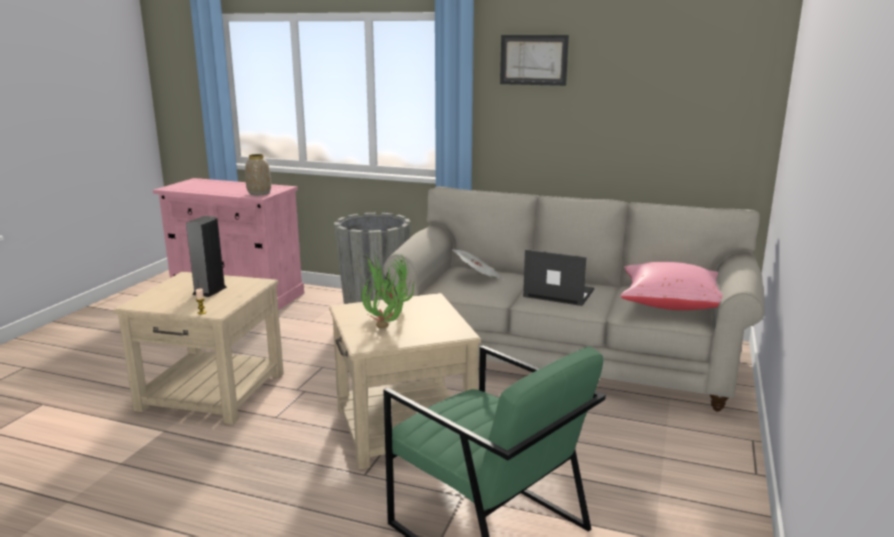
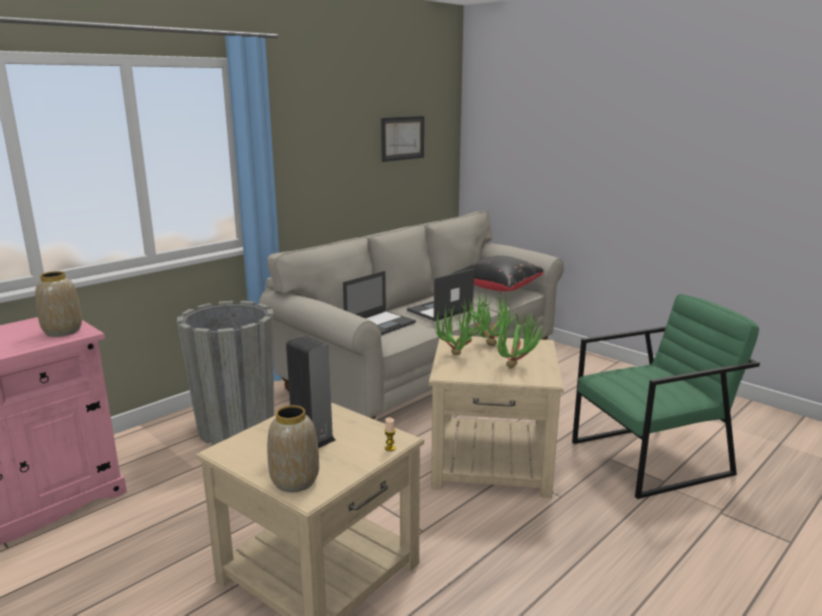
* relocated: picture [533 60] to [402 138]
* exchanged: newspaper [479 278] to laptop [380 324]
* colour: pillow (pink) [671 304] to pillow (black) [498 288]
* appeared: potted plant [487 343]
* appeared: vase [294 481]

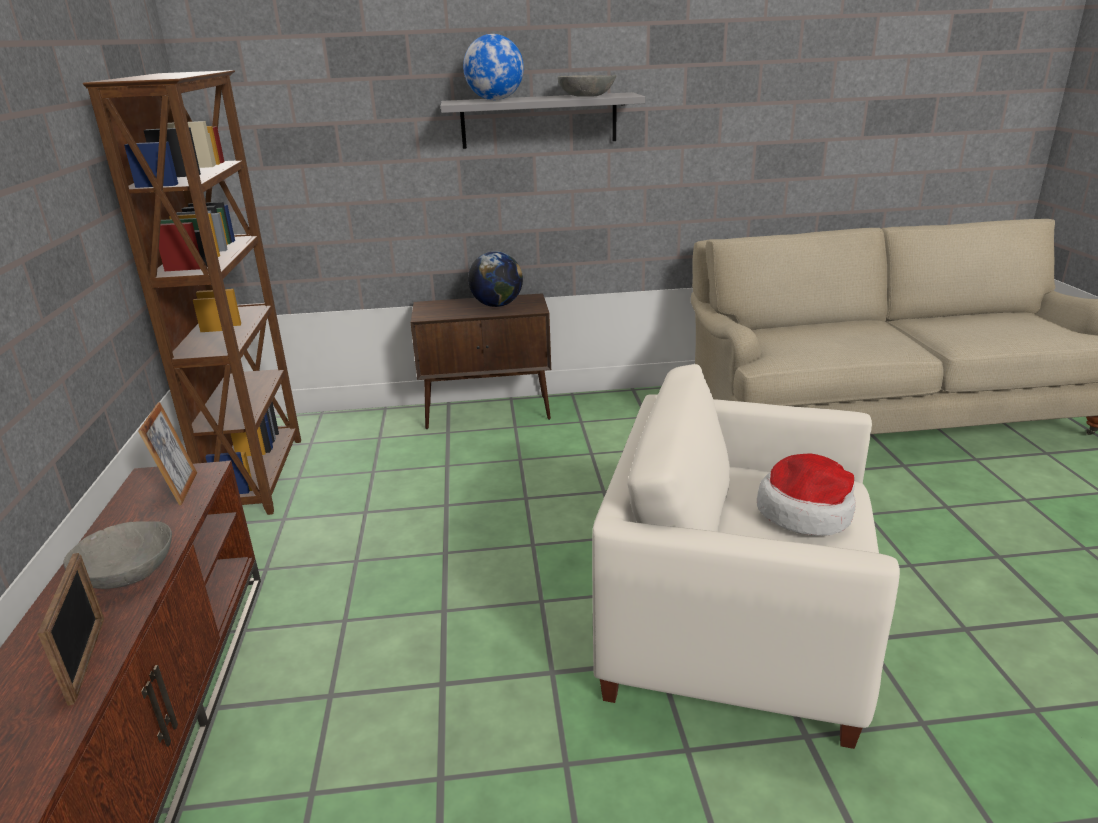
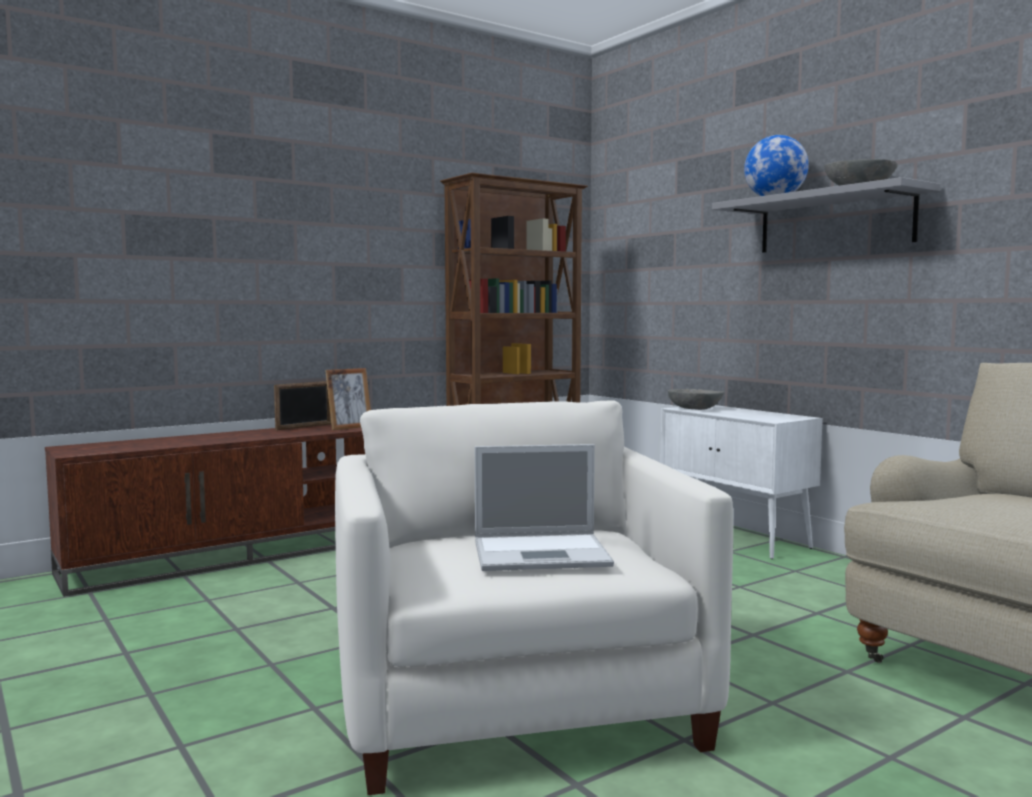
* missing: globe [497 305]
* colour: cabinet (brown) [488 412] to cabinet (white) [736 538]
* exchanged: hat [806 512] to laptop [543 553]
* relocated: bowl (grey) [127 573] to [694 408]
* relocated: picture frame [87 659] to [304 427]

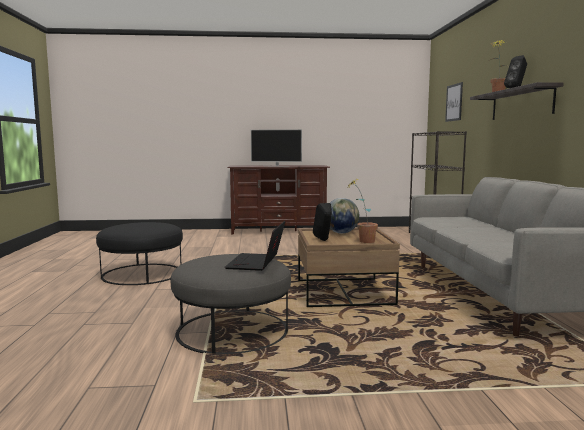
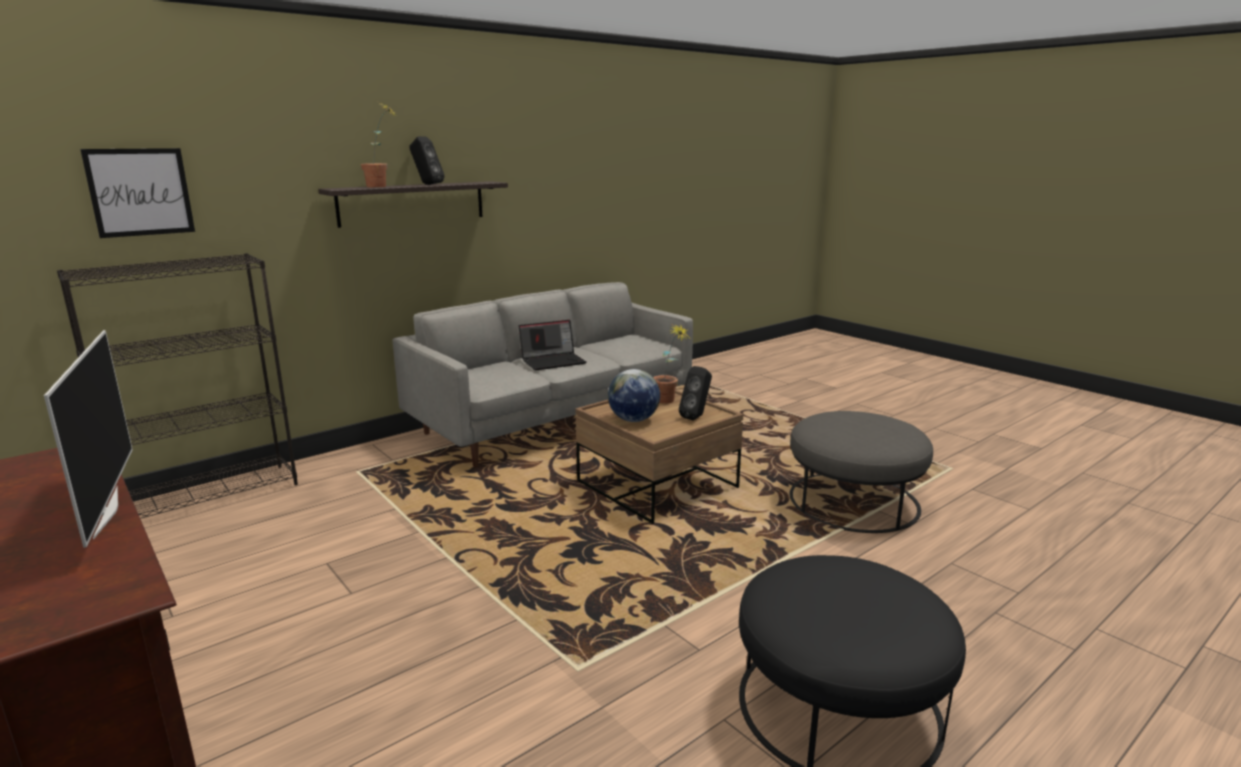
* relocated: laptop [257 263] to [553 361]

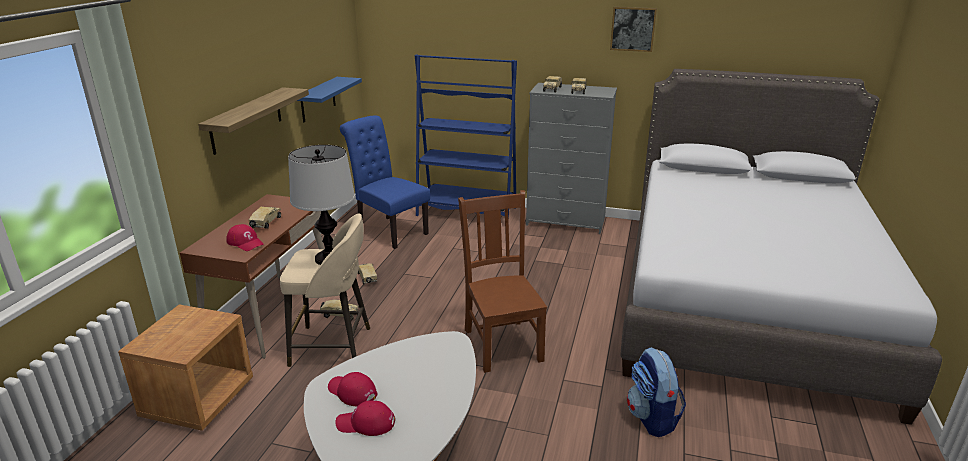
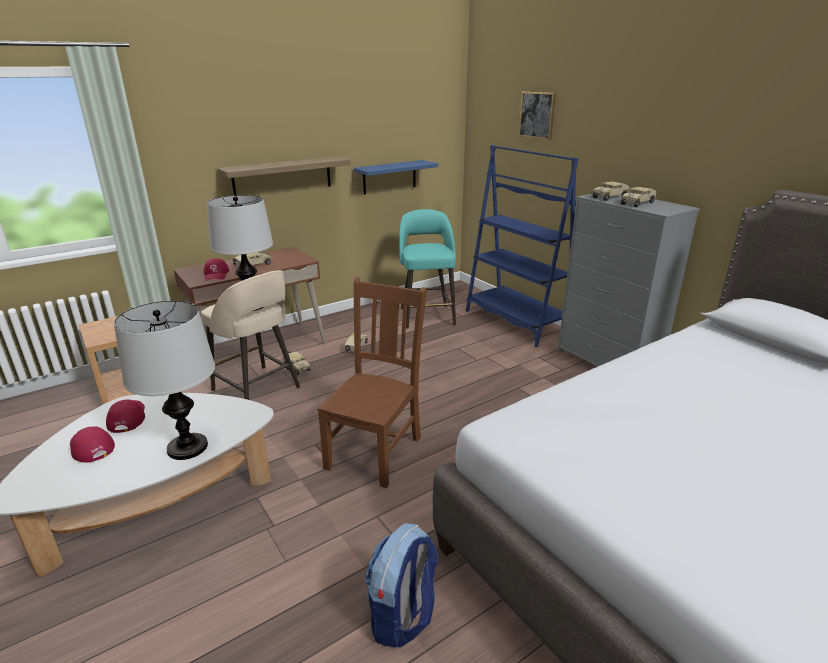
* relocated: picture [633 29] to [537 115]
* exchanged: chair (blue) [389 230] to stool (turquoise) [427 315]
* appeared: table lamp [187 448]

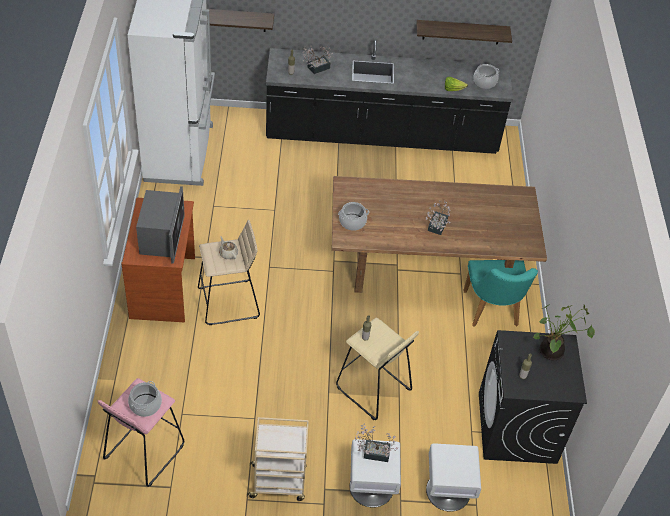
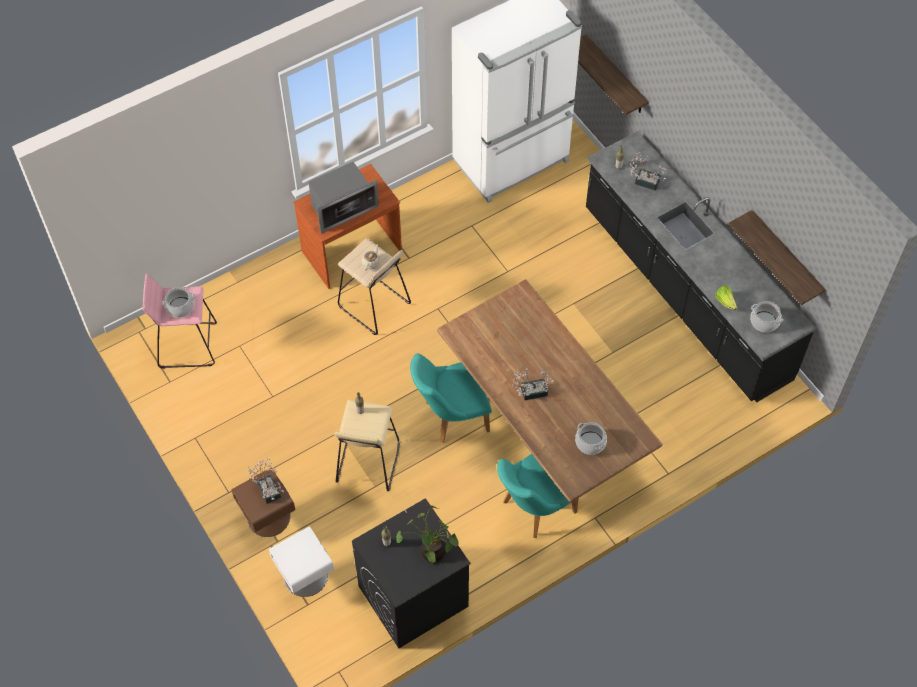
* relocated: cooking pot [352 222] to [590 443]
* missing: cart (beige) [279 482]
* colour: nightstand (white) [371 488] to nightstand (brown) [268 517]
* appeared: chair (turquoise) [450 417]

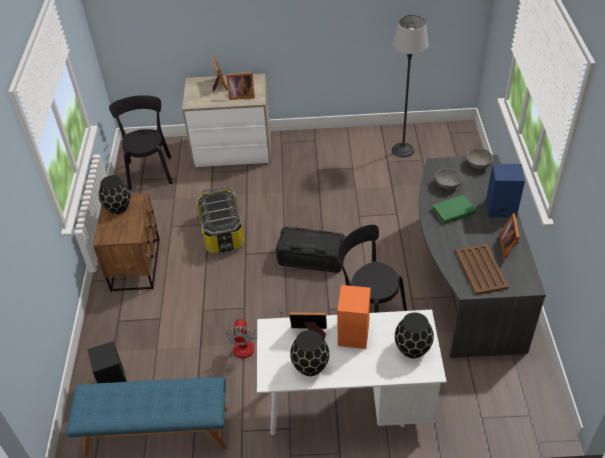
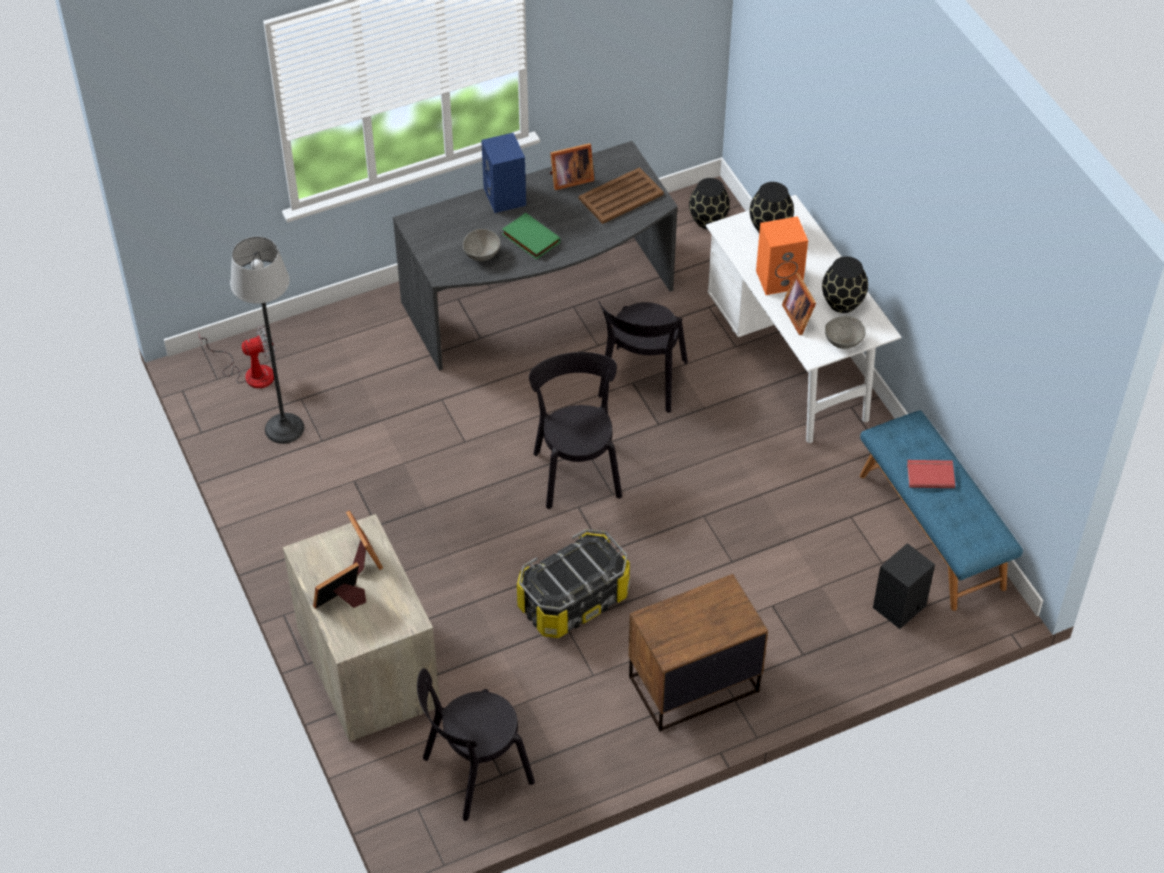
* relocated: bowl (grey) [478 165] to [843 341]
* relocated: vase (black) [117 207] to [708 220]
* exchanged: storage box (black) [311 258] to chair (black) [577 470]
* relocated: fan [250 344] to [250 373]
* appeared: book (red) [930 474]

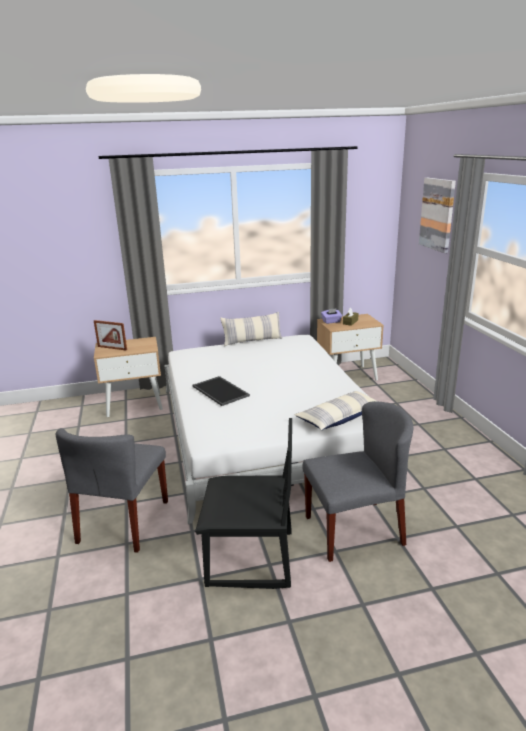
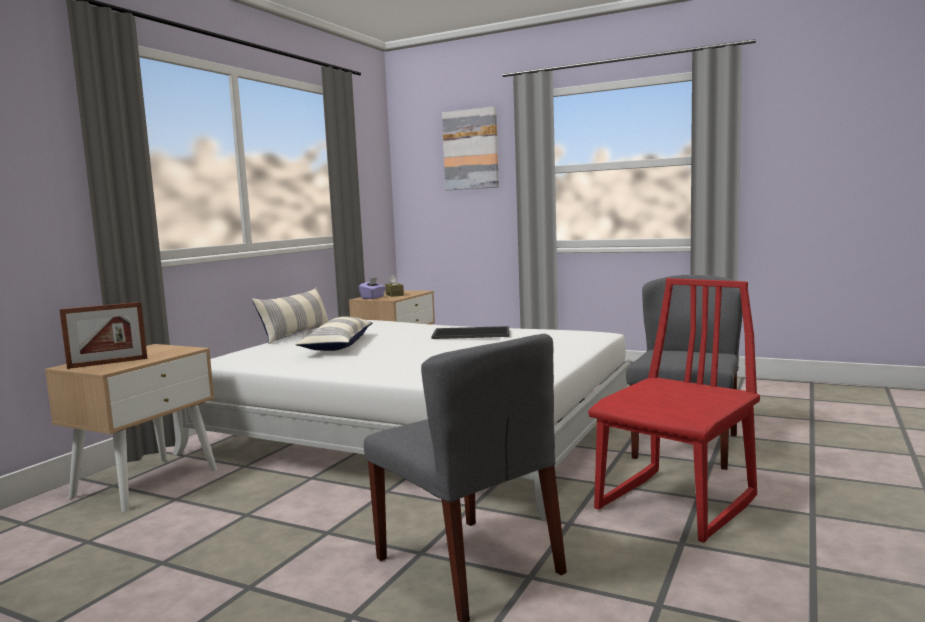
* relocated: tray [221 391] to [472 333]
* relocated: pillow [339 418] to [338 345]
* colour: chair (black) [250 560] to chair (red) [677 505]

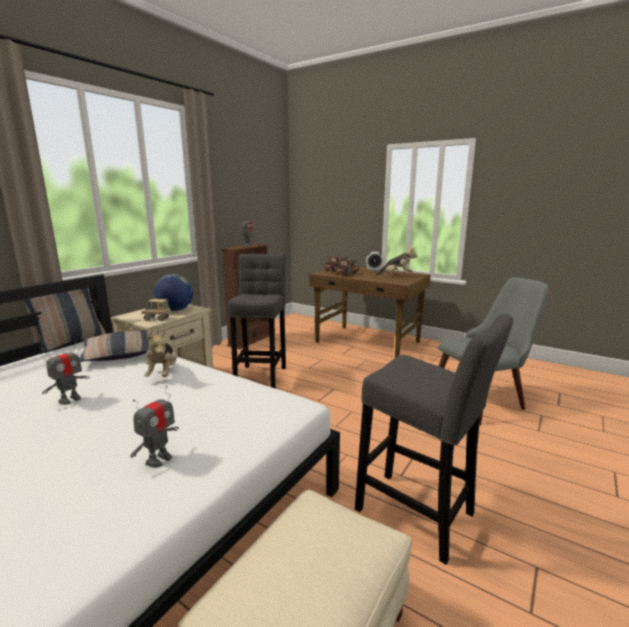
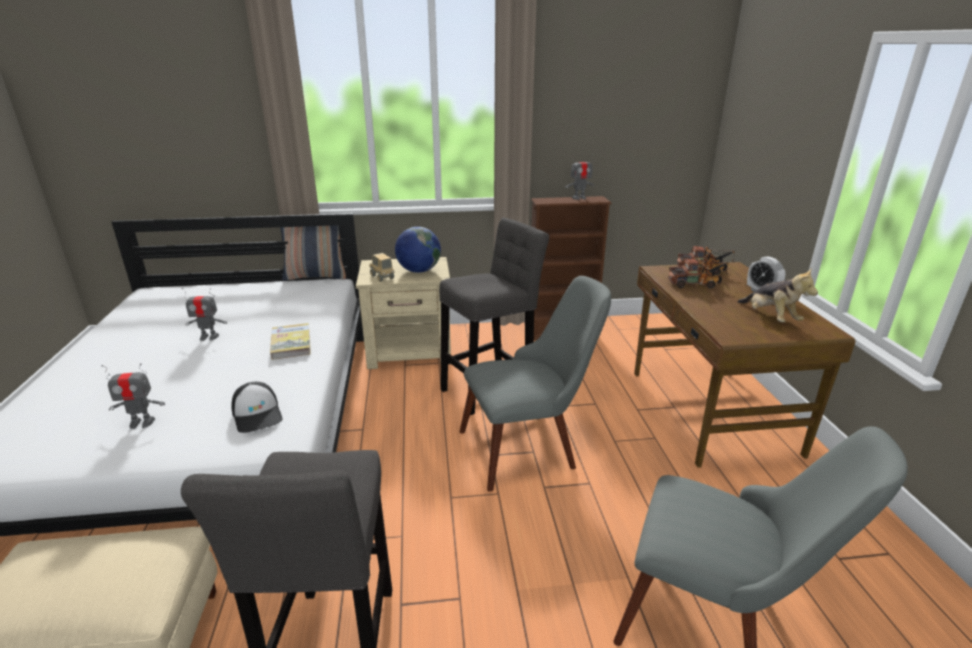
* missing: pillow [120 354]
* exchanged: plush toy [163 373] to book [291 343]
* appeared: chair (grey) [530 446]
* appeared: cap [258 414]

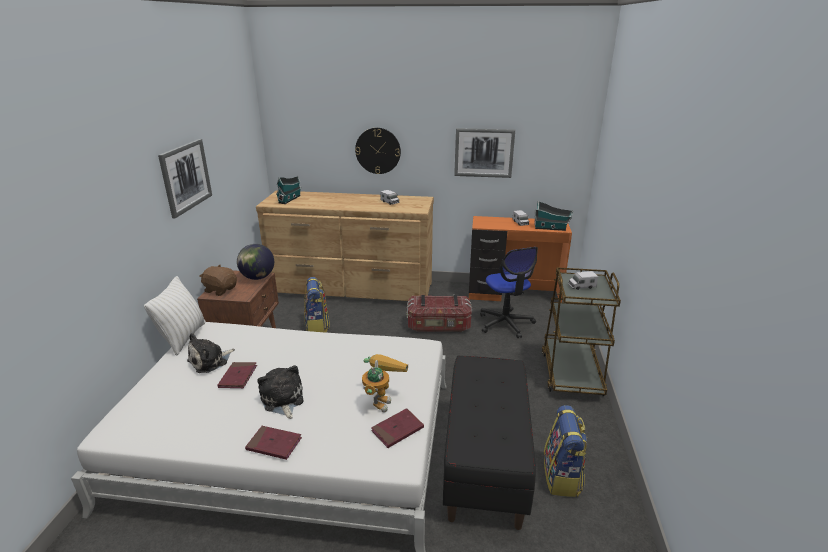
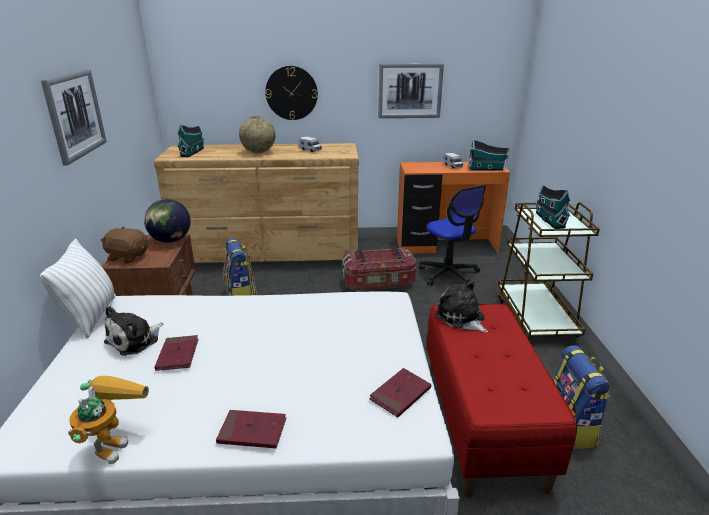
* exchanged: toy truck [581 286] to toy house [549 219]
* relocated: toy robot [381 399] to [113 441]
* colour: bench (black) [484 461] to bench (red) [481 421]
* relocated: plush toy [282 400] to [461 318]
* appeared: globe [258 152]

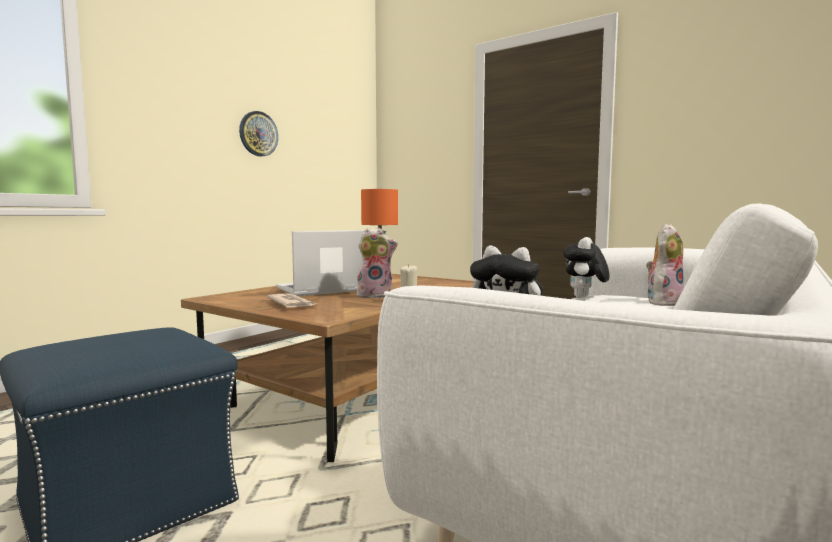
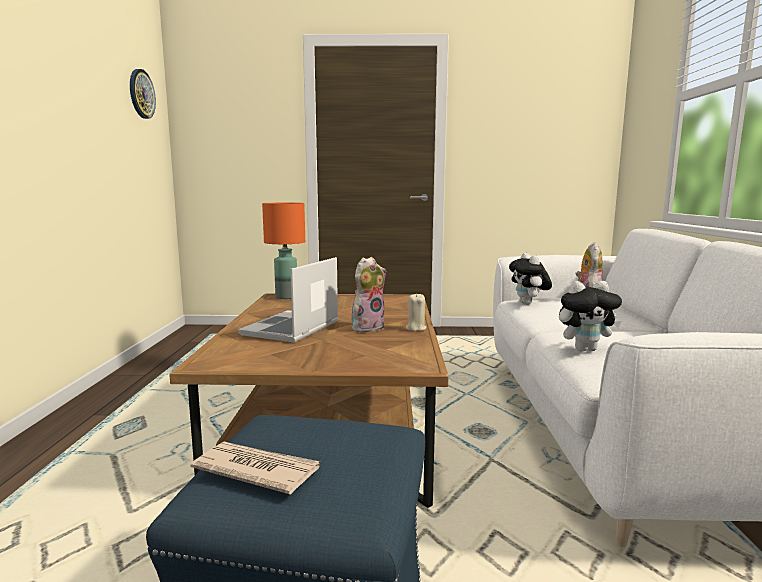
* relocated: wall clock [258 134] to [141 94]
* relocated: newspaper [292 304] to [256 470]

